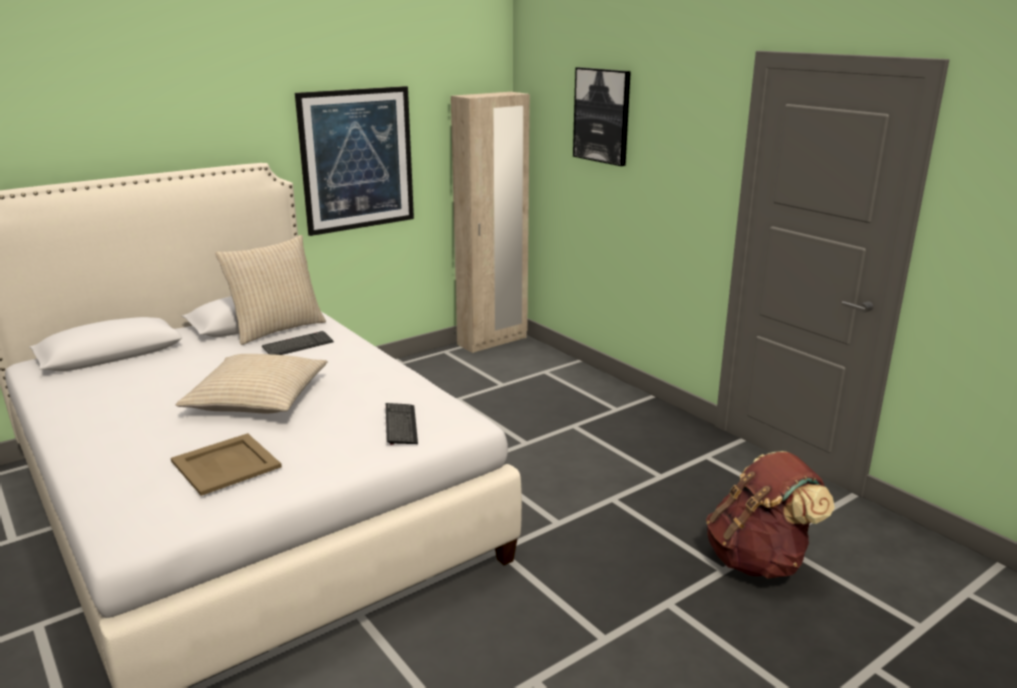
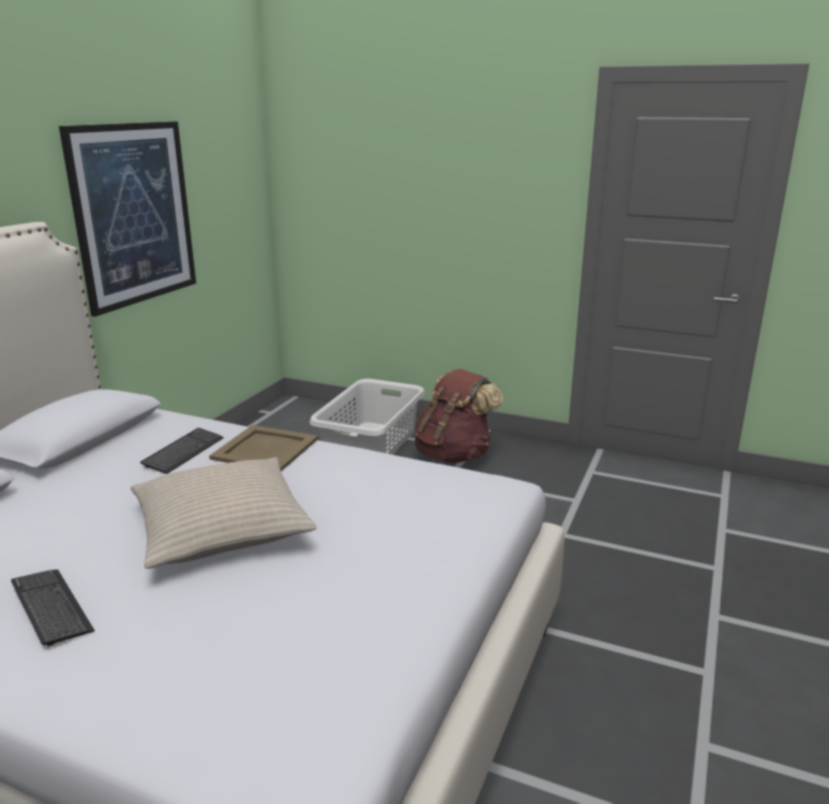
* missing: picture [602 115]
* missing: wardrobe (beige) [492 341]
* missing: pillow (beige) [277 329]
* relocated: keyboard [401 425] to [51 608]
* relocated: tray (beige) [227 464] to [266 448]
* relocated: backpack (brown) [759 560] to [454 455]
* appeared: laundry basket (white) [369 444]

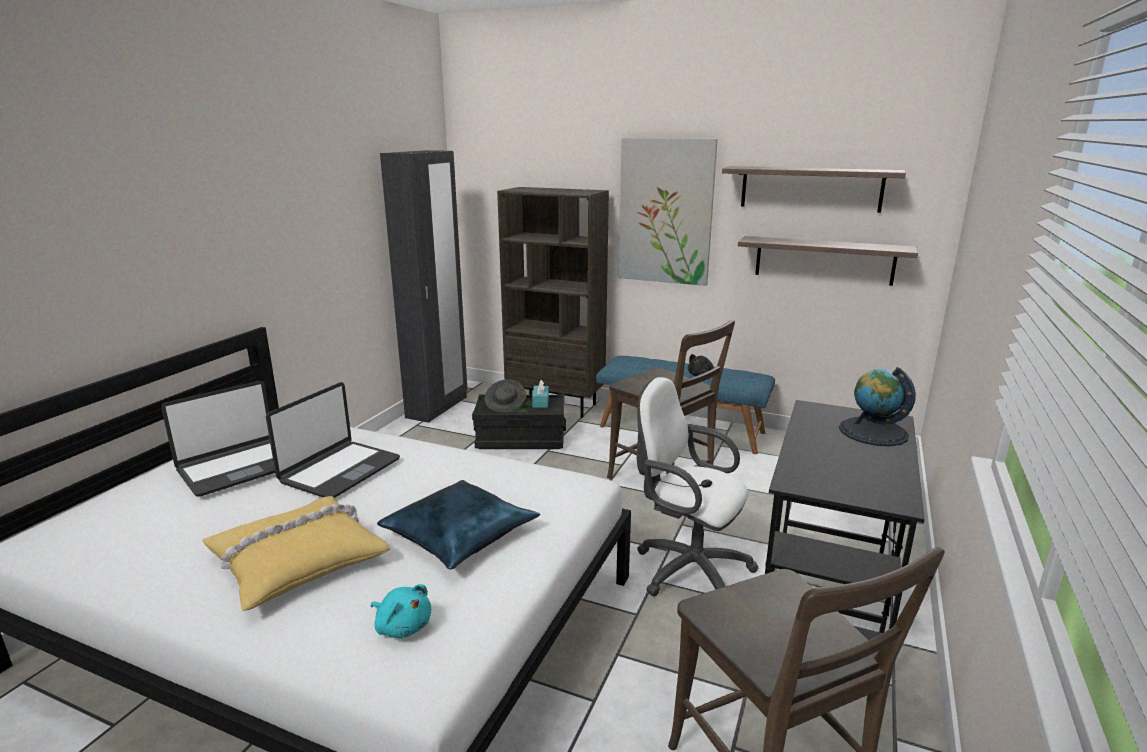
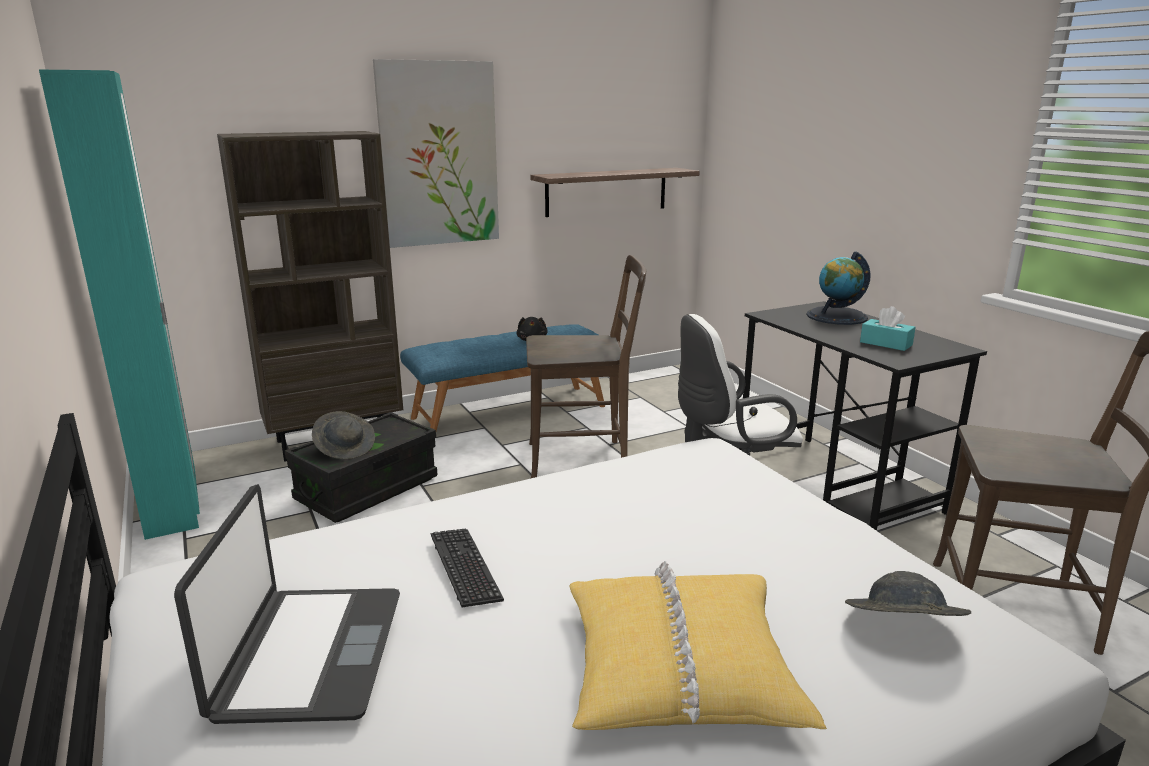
* colour: wardrobe (black) [437 407] to wardrobe (turquoise) [173 506]
* missing: shelf [810 188]
* relocated: tissue box (turquoise) [540 402] to [886 343]
* exchanged: laptop [339 470] to keyboard [465 568]
* missing: pillow (blue) [460 534]
* exchanged: plush toy (turquoise) [402 626] to hat (grey) [901 630]

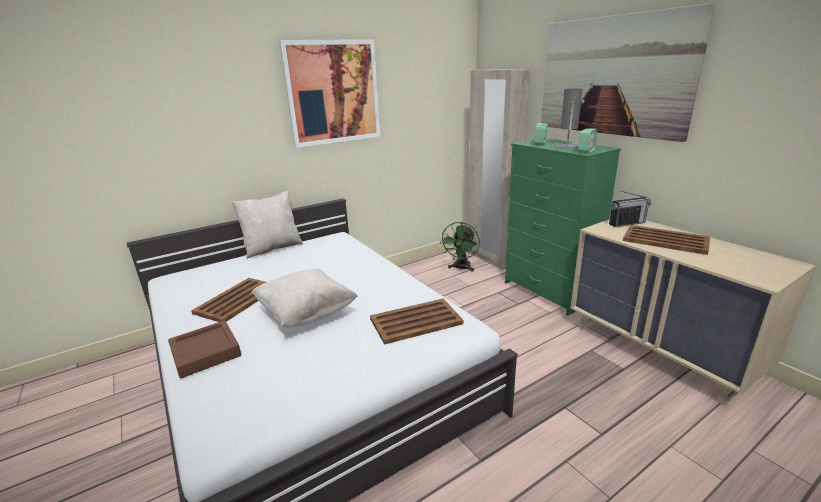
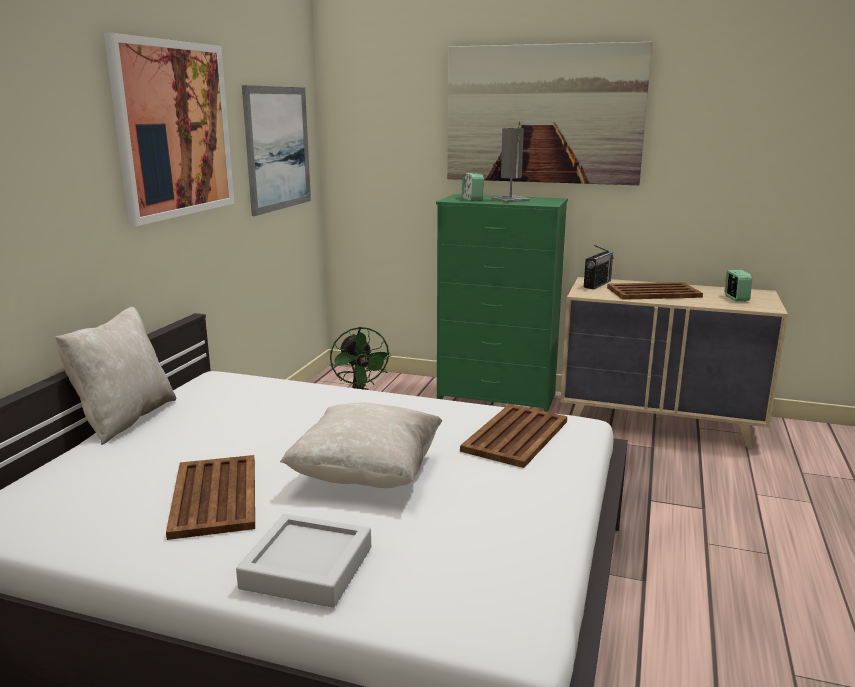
* missing: wardrobe (beige) [491 258]
* relocated: alarm clock [586 151] to [736 298]
* colour: tray (brown) [206 353] to tray (grey) [307 567]
* appeared: picture [278 148]

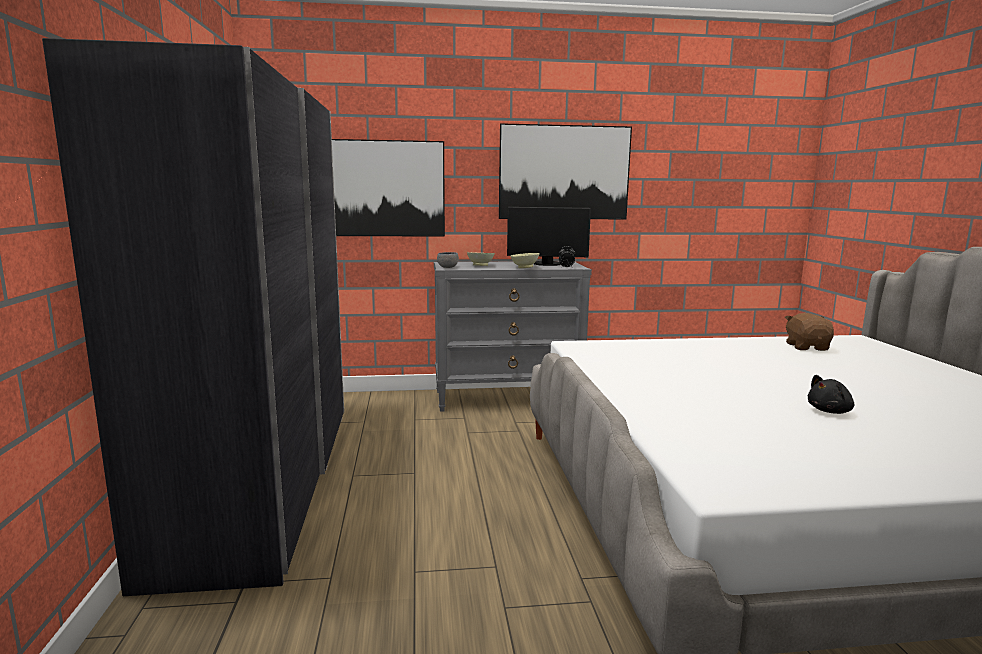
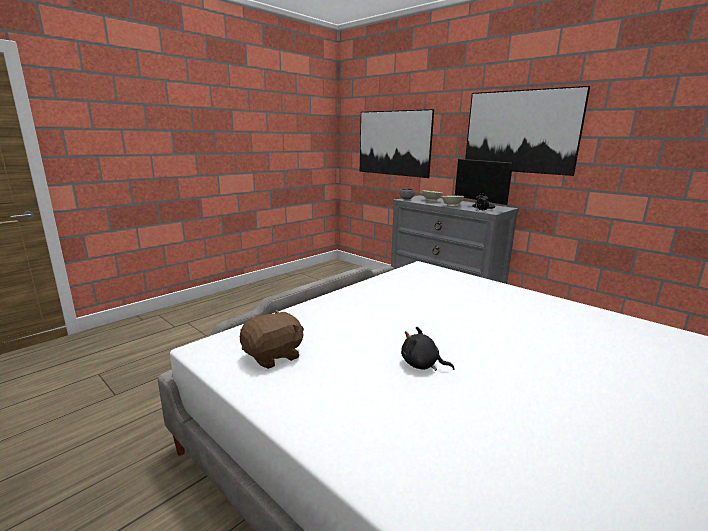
* missing: wardrobe (grey) [262 481]
* relocated: plush toy (brown) [807 347] to [273 356]

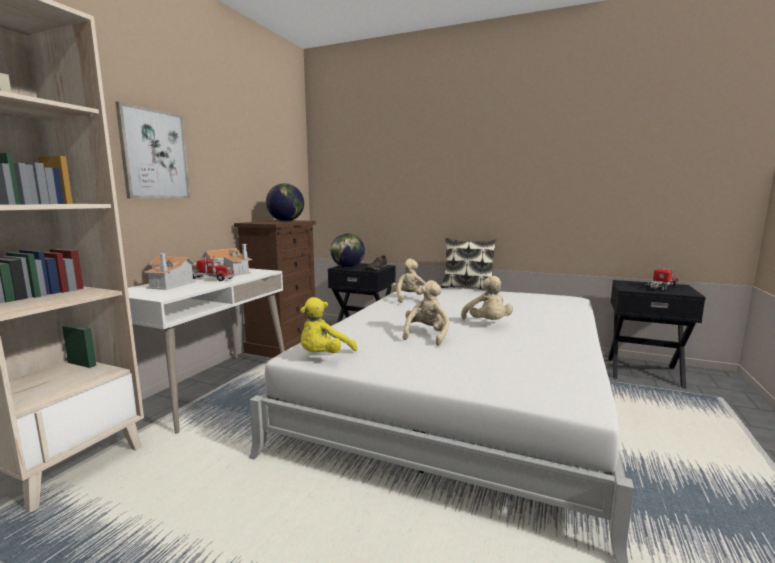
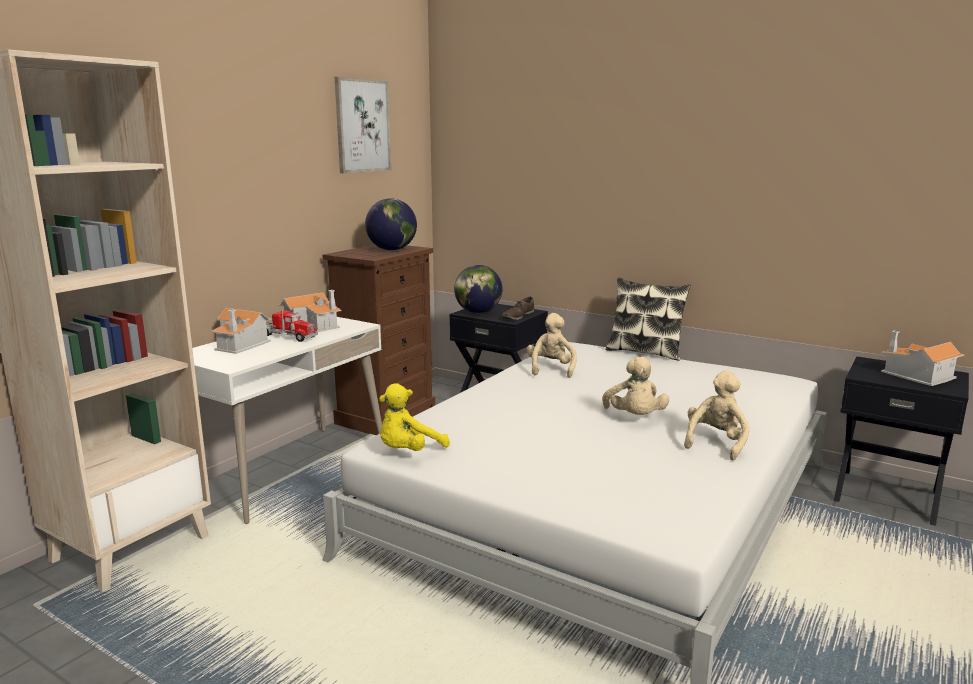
* relocated: picture [154 154] to [362 126]
* exchanged: toy truck [661 287] to toy house [917 376]
* relocated: plush toy (beige) [426 335] to [715 443]

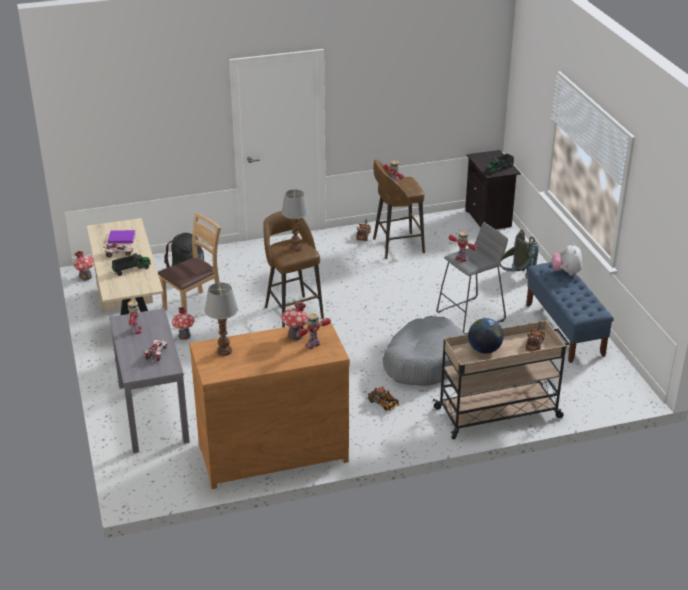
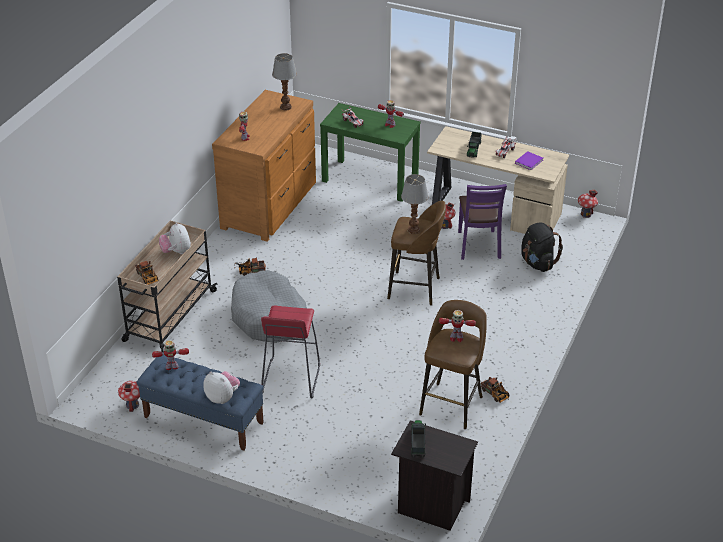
* colour: chair (brown) [194 308] to chair (purple) [478 245]
* colour: stool (grey) [471 316] to stool (red) [290 378]
* missing: backpack (grey) [515 277]
* relocated: toy robot [461 259] to [172 367]
* relocated: toy house [295 336] to [132 405]
* colour: console table (grey) [152 412] to console table (green) [370 180]
* exchanged: globe [484 349] to plush toy [176 252]

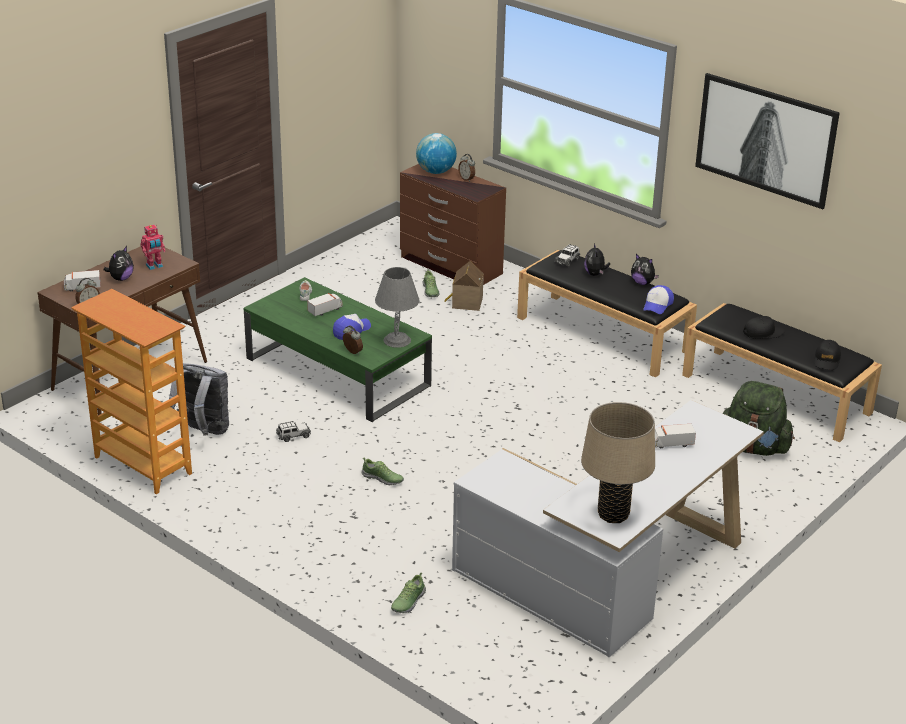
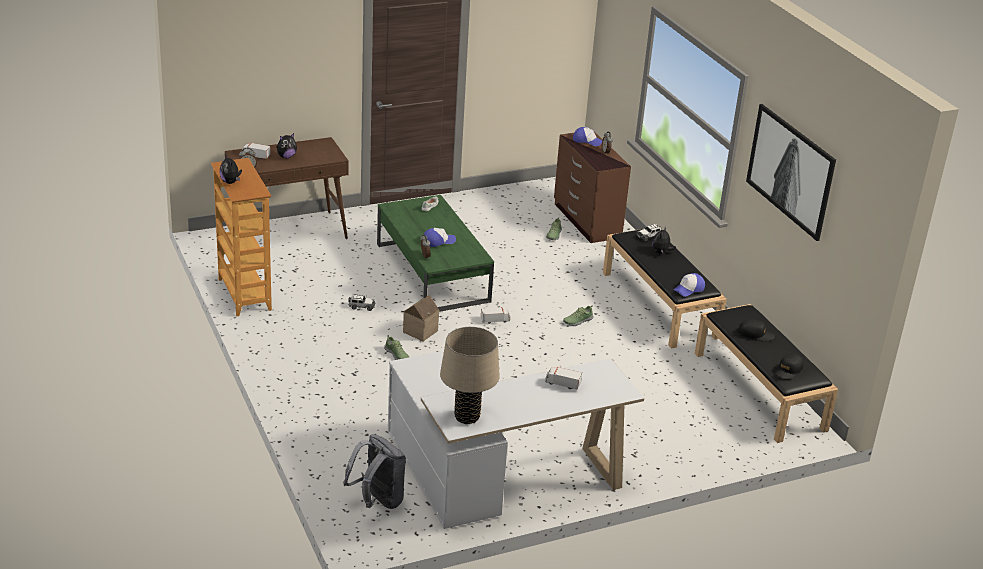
* exchanged: globe [436 172] to cap [587 141]
* missing: toy robot [154 266]
* relocated: plush toy [642 283] to [231 182]
* relocated: toy house [465 303] to [419 331]
* missing: table lamp (grey) [396 340]
* relocated: toy truck [325 310] to [495 320]
* relocated: backpack (grey) [203 432] to [377 501]
* missing: backpack (green) [754 447]
* relocated: shoe [408 601] to [577 321]

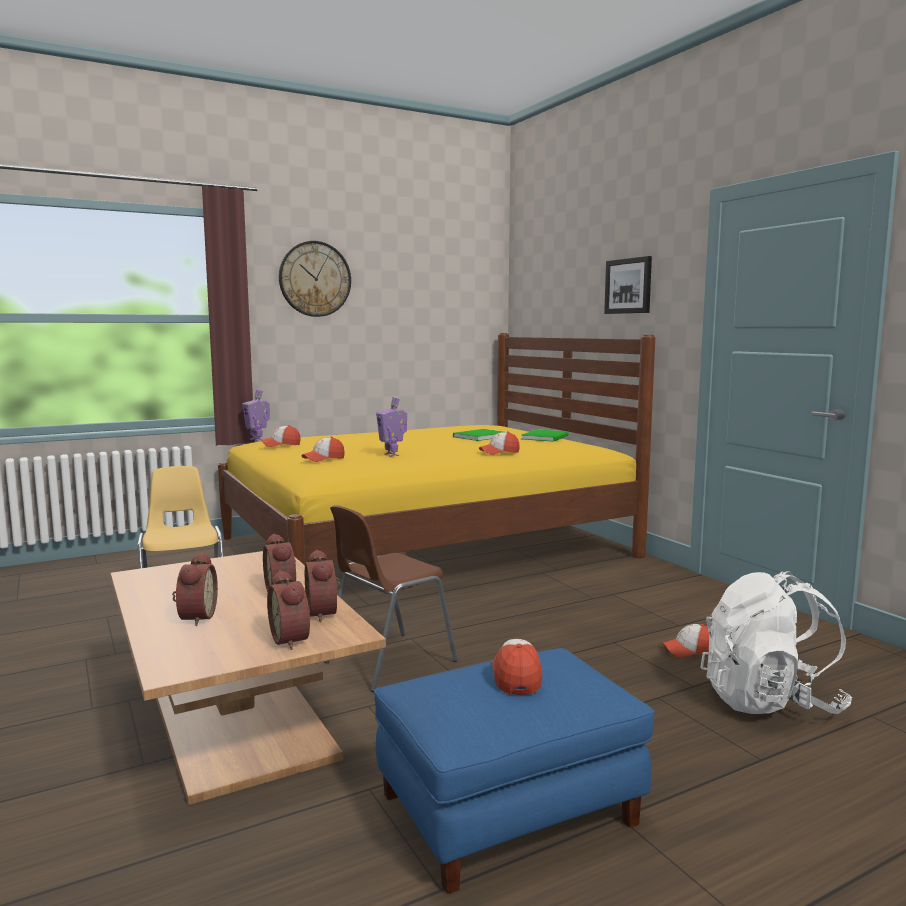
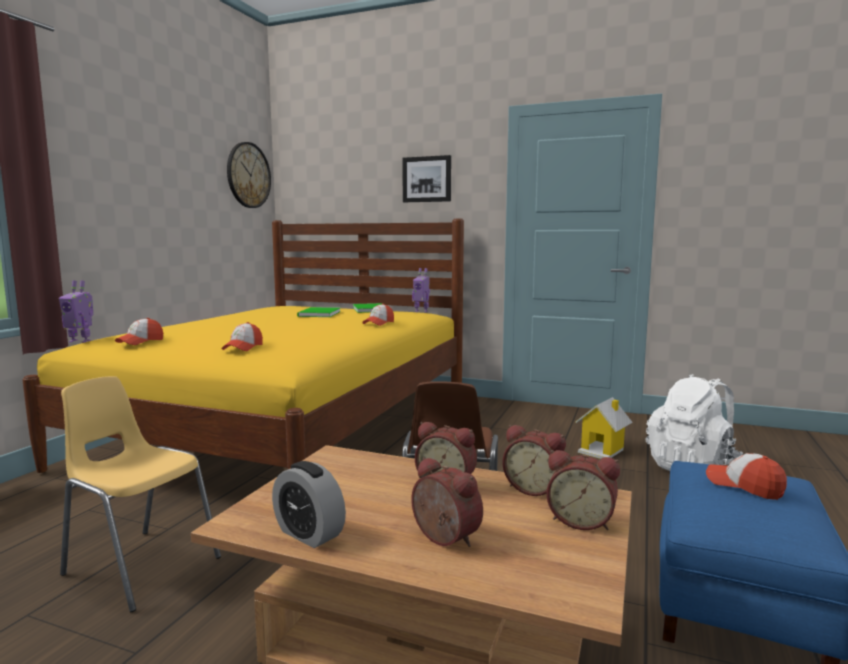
* relocated: wall clock [315 279] to [248 175]
* relocated: toy robot [392 455] to [421 311]
* exchanged: cap [689 650] to toy house [602 450]
* appeared: alarm clock [309 534]

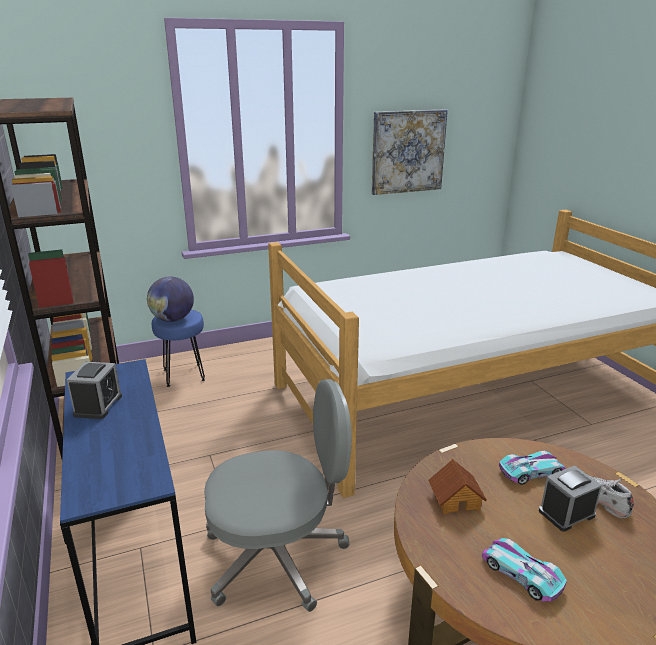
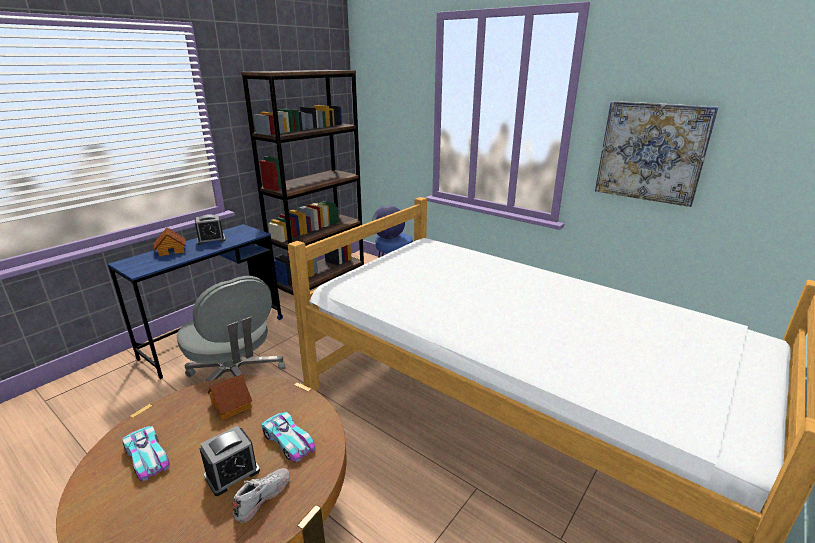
* spun: alarm clock [566 513] = [232 473] 105 degrees clockwise
* spun: toy car [521 574] = [147 457] 120 degrees clockwise
* appeared: toy house [172 250]

